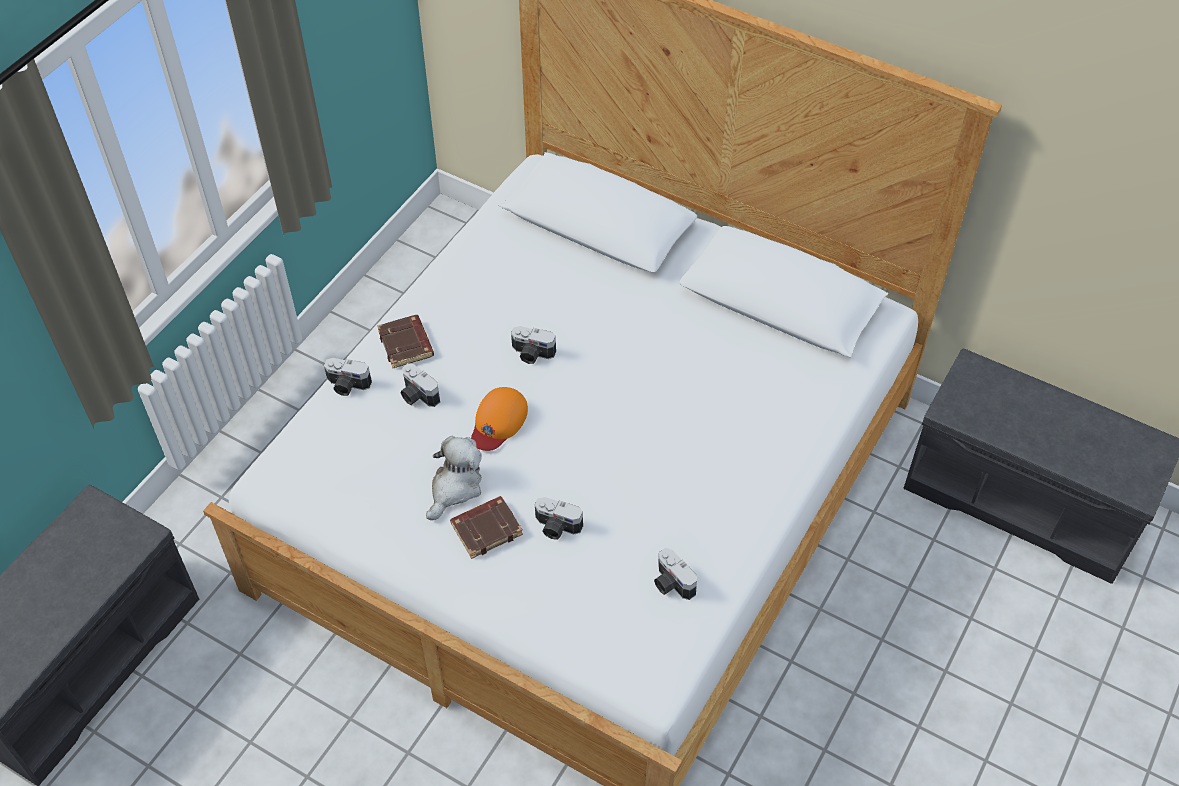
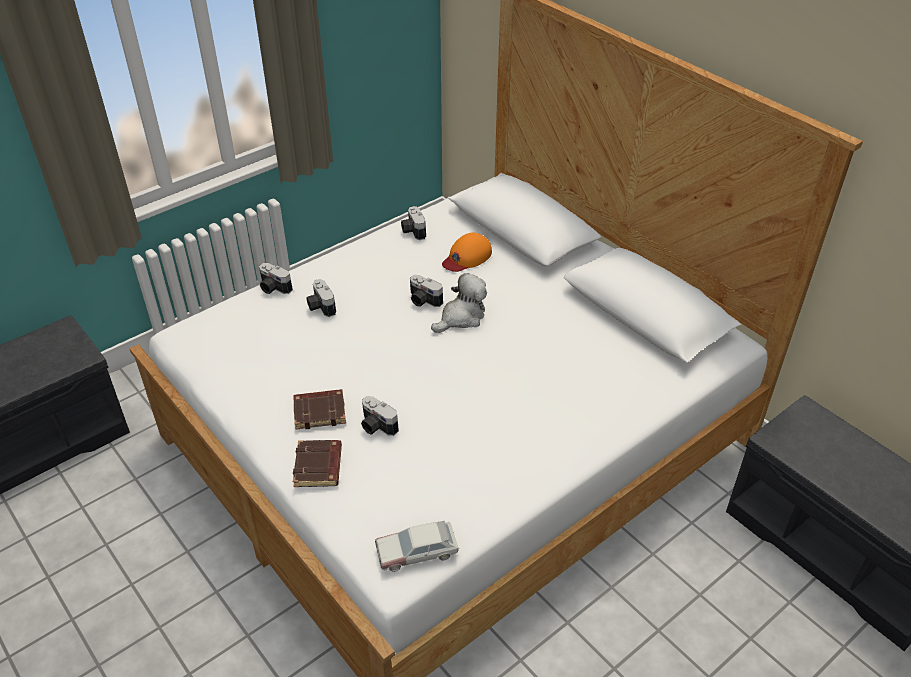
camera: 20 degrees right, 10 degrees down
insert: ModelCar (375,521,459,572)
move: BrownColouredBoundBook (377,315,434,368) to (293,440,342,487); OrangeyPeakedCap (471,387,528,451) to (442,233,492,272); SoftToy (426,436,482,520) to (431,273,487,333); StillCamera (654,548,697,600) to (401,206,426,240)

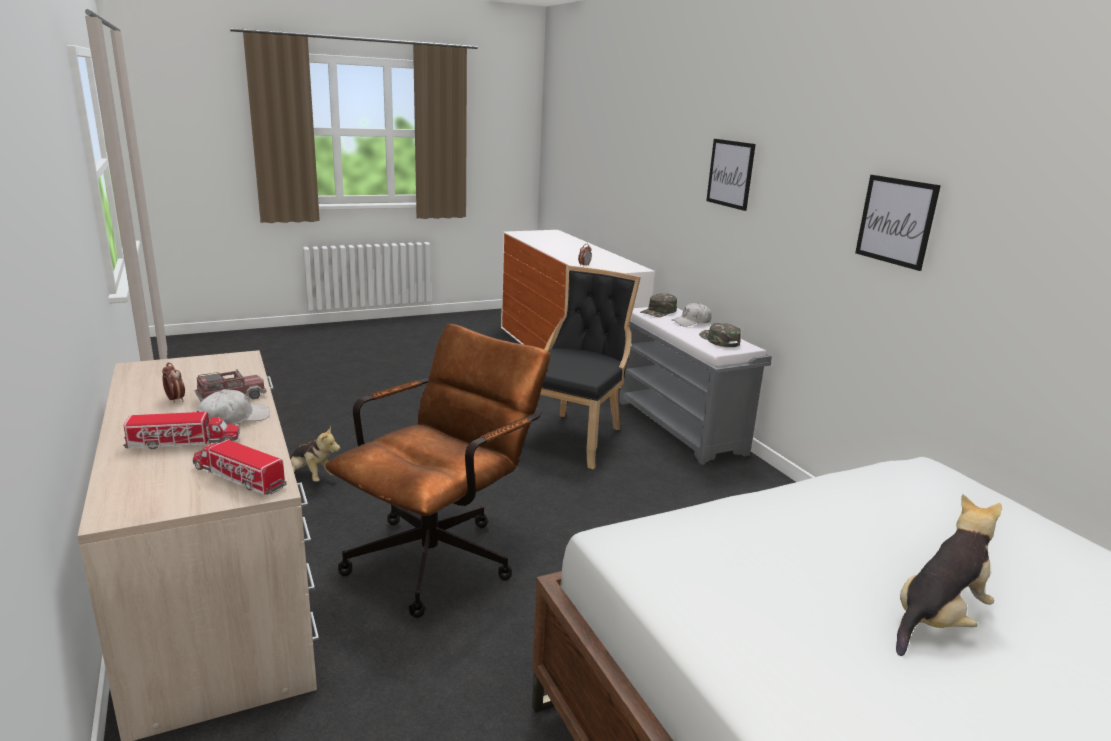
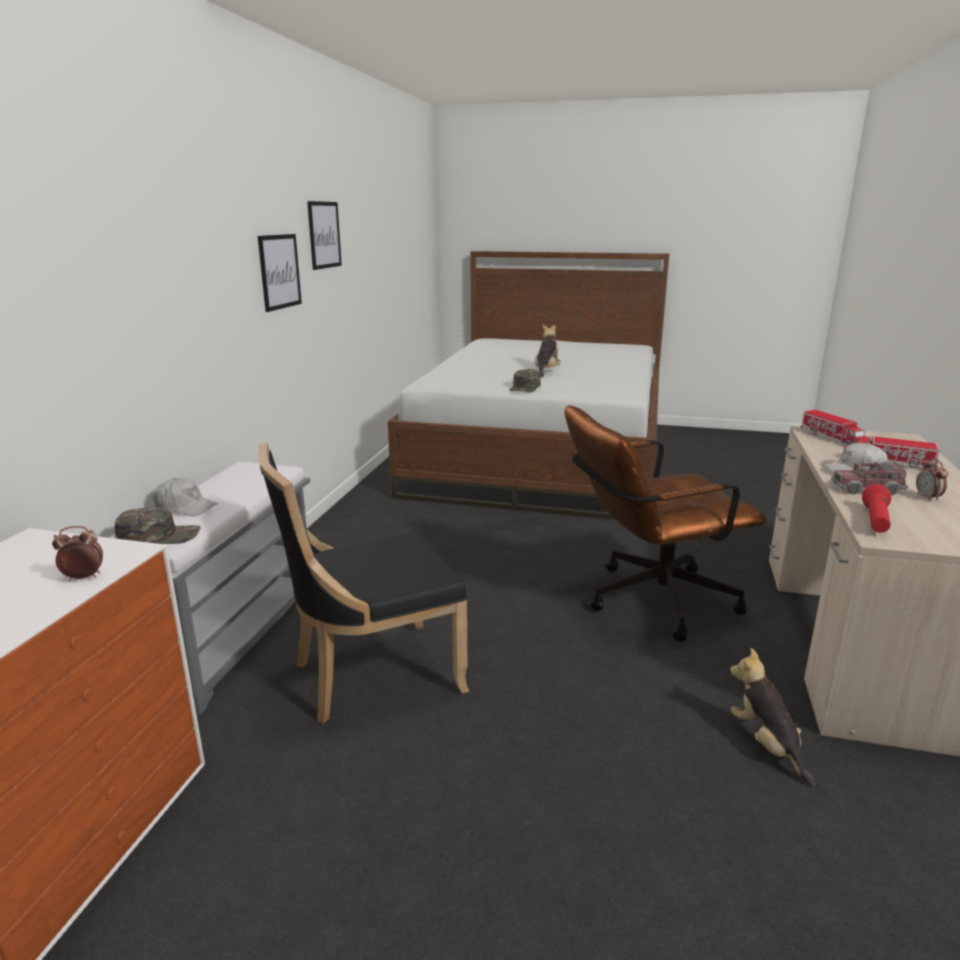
camera: 140 degrees left, 0 degrees up
insert: RedFlashlight (862,484,891,533)
move: Picture (706,139,756,211) to (307,201,342,270); GreenPeakedCap (699,323,741,347) to (509,369,541,393)
rotate: SoftToy (896,494,1002,656) = (534,325,561,377) 105 degrees clockwise

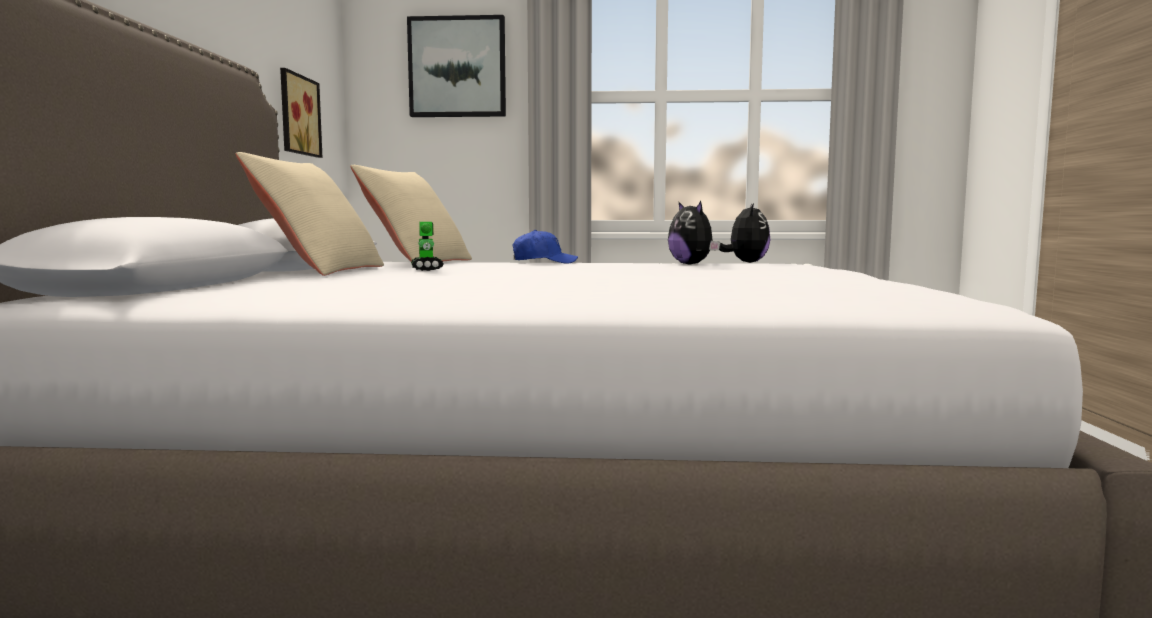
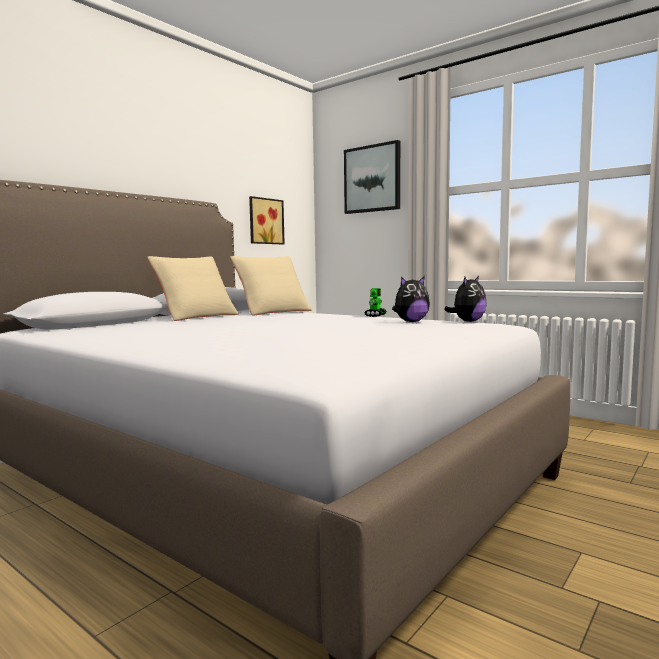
camera: 35 degrees right, 0 degrees up
delete: BlueColouredPeakedCap (512,230,578,264)
move: ModelRobot (411,222,443,271) to (365,288,387,317)
rotate: SoftToy (668,201,720,265) = (392,276,430,322) 120 degrees counterclockwise

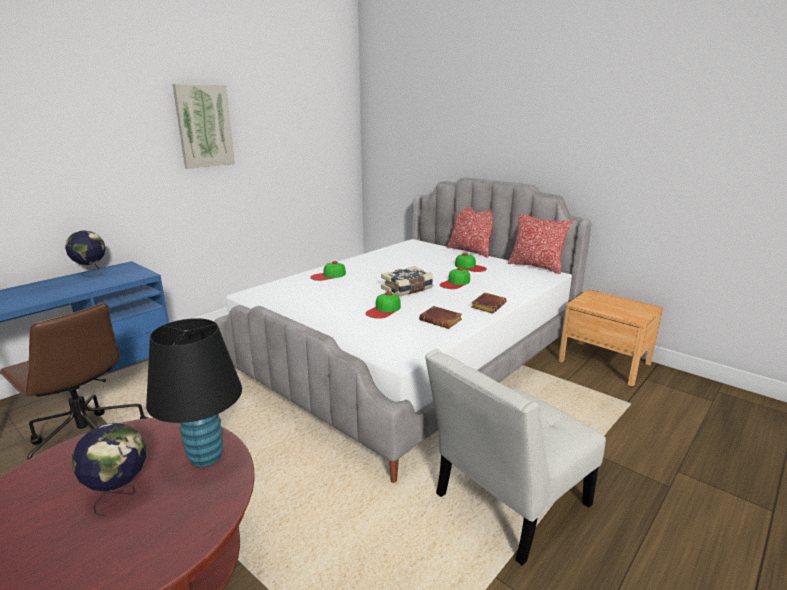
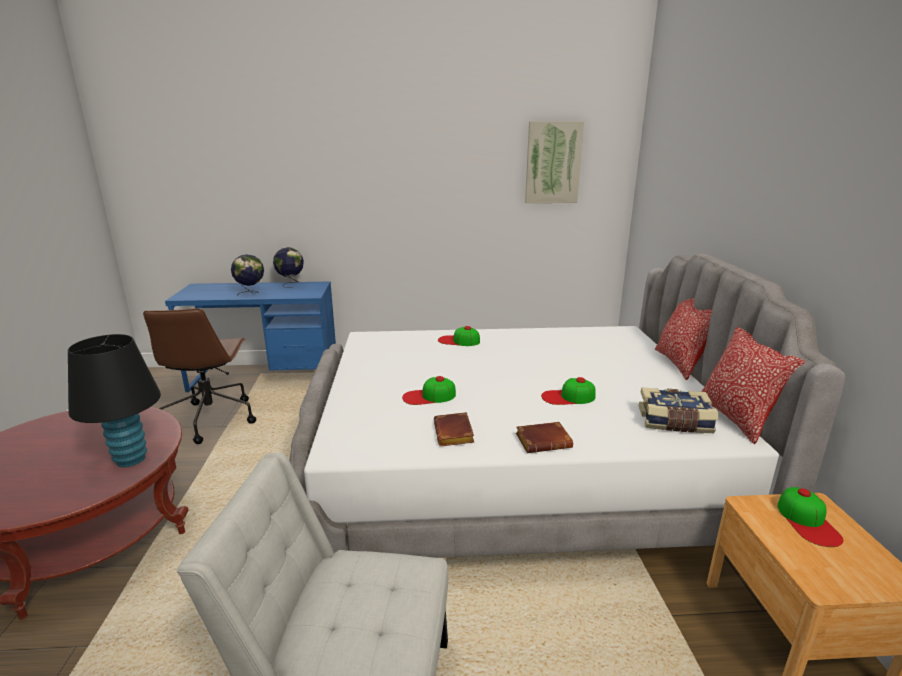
camera: 45 degrees right, 0 degrees up
move: Picture (173,84,235,169) to (525,121,584,203); PeakedCap (455,253,487,272) to (778,487,843,547); BoundBook (381,266,434,297) to (639,387,718,433); Globe (72,423,146,517) to (231,254,264,295)

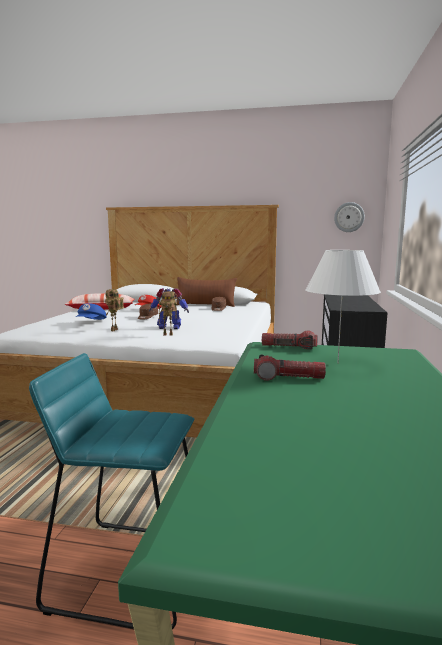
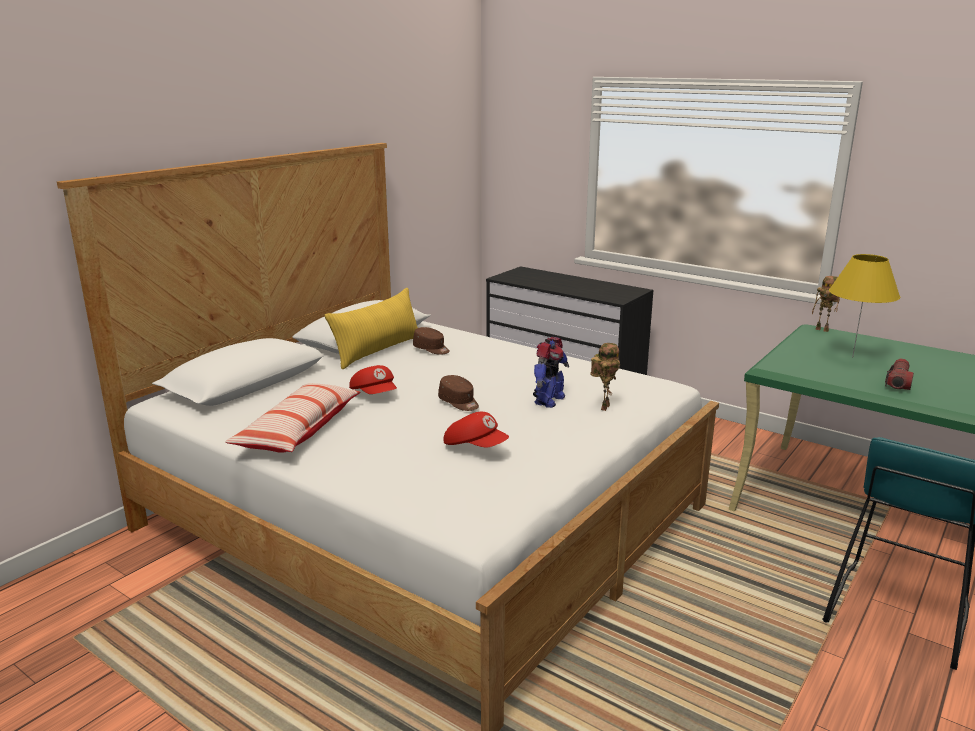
camera: 65 degrees left, 10 degrees up
delete: HangingClock (334,202,365,232); Flashlight (262,331,318,350)
move: ModelRobot (105,289,124,331) to (812,276,840,332)
recolor: WhitishLampForATable (305,250,381,364) to YellowLampForATable (829,254,900,358); BrownColouredCushion (176,277,237,307) to YellowCushion (325,288,418,369); BlueColouredPeakedCap (76,303,107,320) to RedPeakedCap (444,412,509,447)

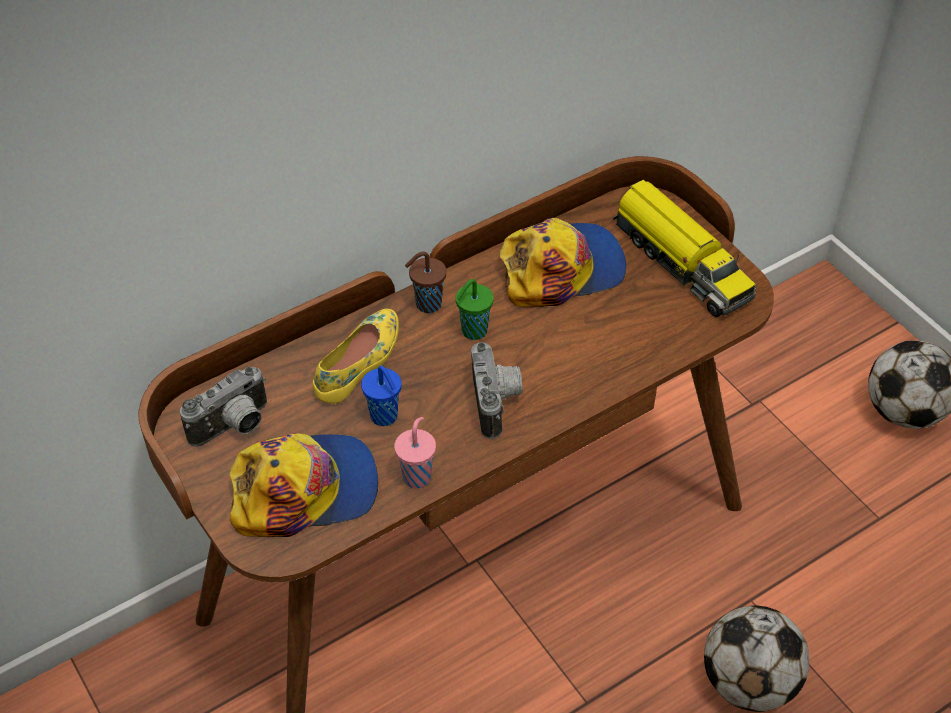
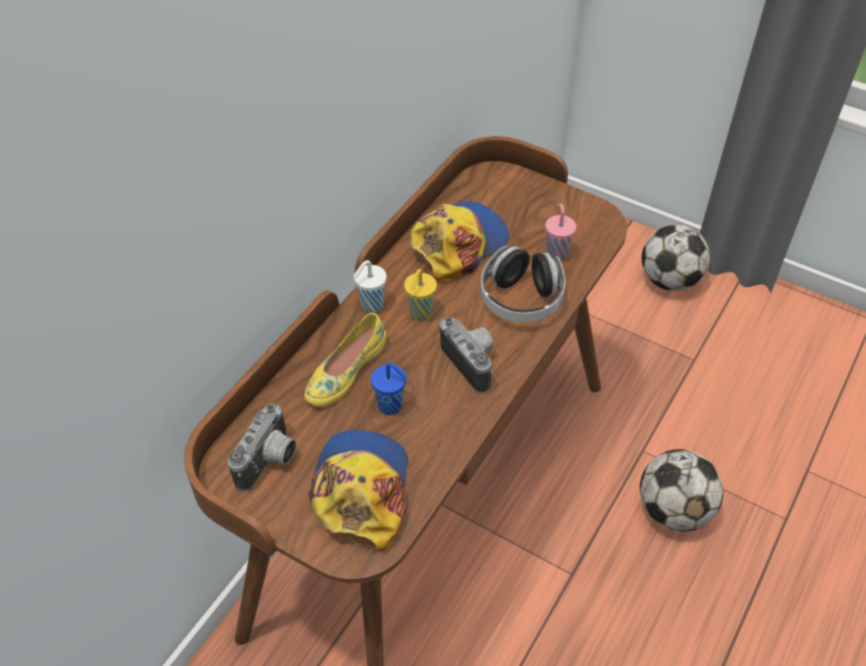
camera: 25 degrees left, 0 degrees up
delete: ToyLorry (613,180,756,317)
insert: Headset (480,246,566,322)
move: PinkColouredCup (394,417,436,489) to (545,204,576,261)
recolor: BrownColouredCup (405,251,446,313) to WhitishCup (354,260,387,313); GreenCup (456,279,494,340) to YellowCup (404,269,437,321)
rotate: YellowItemOfFootwear (313,309,399,404) = (304,313,386,407) 150 degrees counterclockwise; PeakedCap (229,433,378,537) = (309,430,408,552) 45 degrees counterclockwise

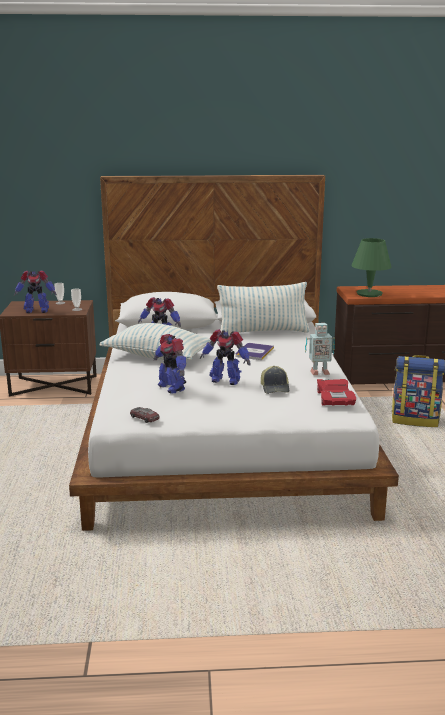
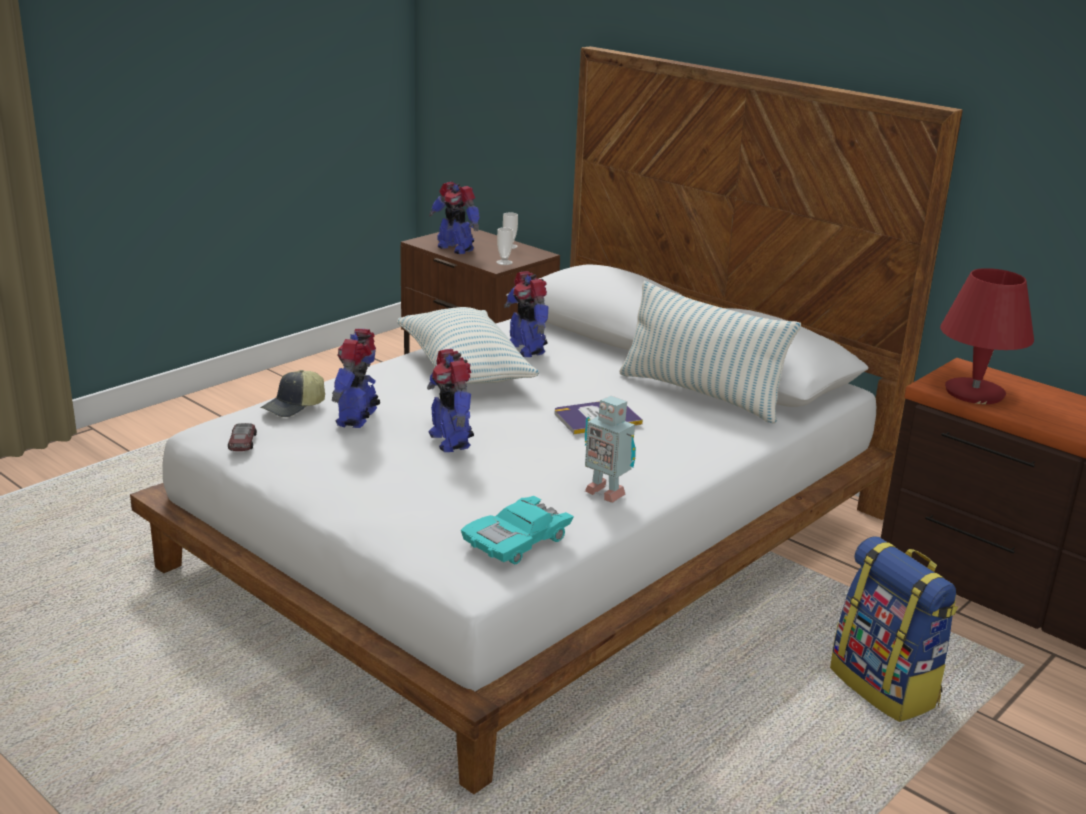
camera: 45 degrees right, 5 degrees up
move: PeakedCap (261,366,289,394) to (260,370,325,417)
recolor: GreenLampForATable (352,238,392,297) to RedLampForATable (940,268,1034,404); RedModelCar (317,379,356,406) to TurquoiseColouredModelCar (461,496,574,564)

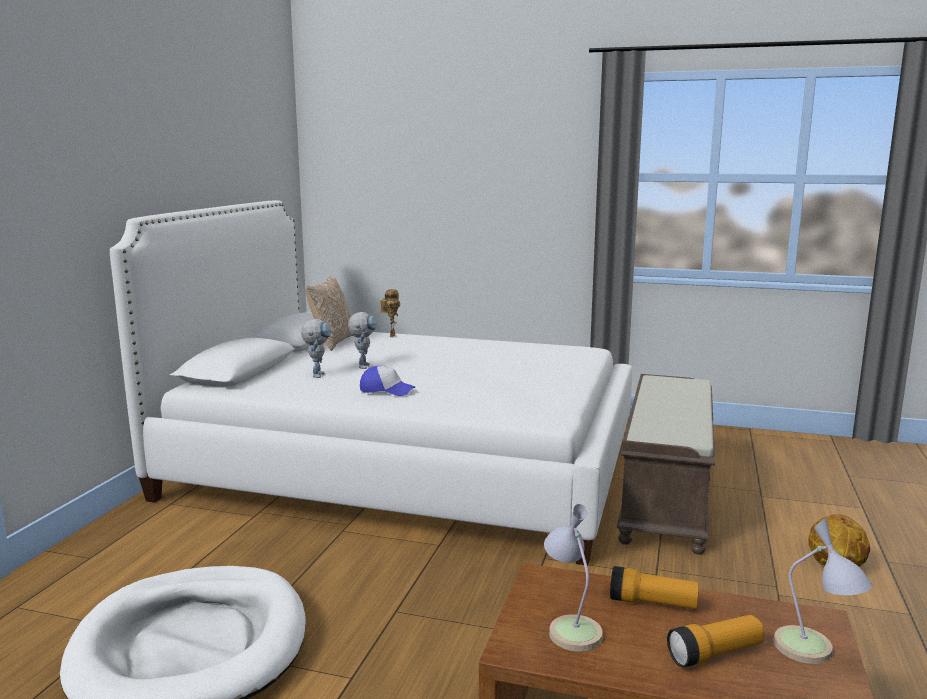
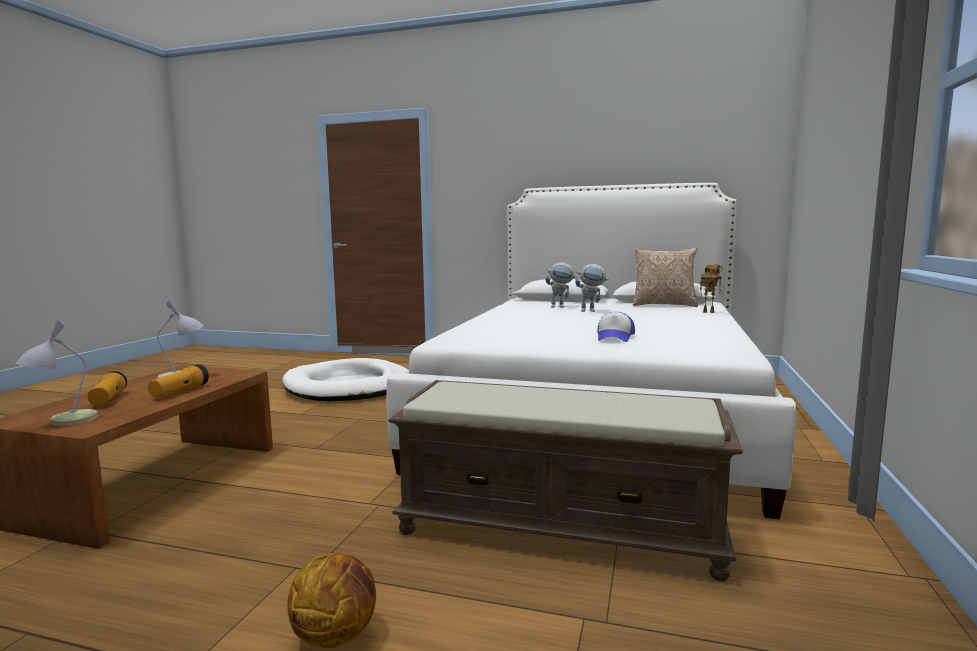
camera: 90 degrees right, 5 degrees down
move: PeakedCap (360,366,415,396) to (597,312,635,342)

